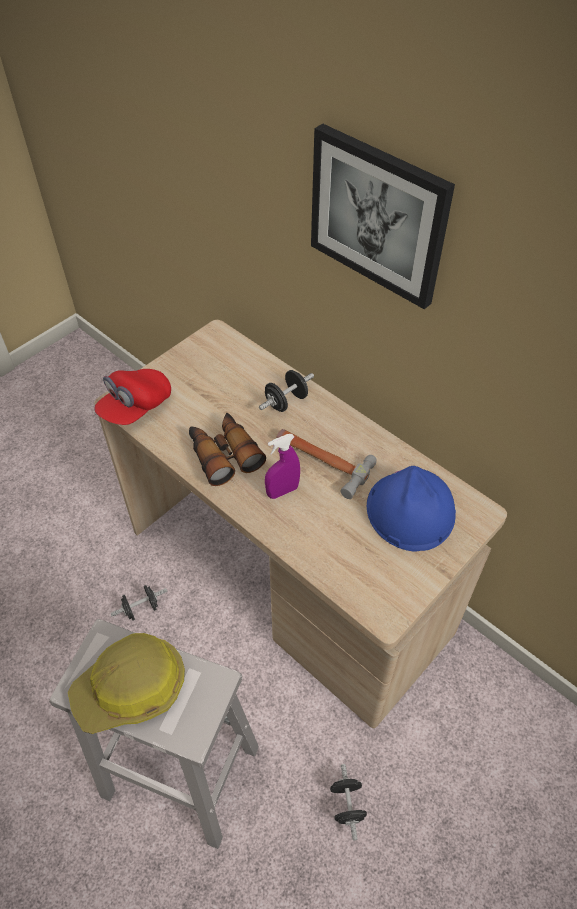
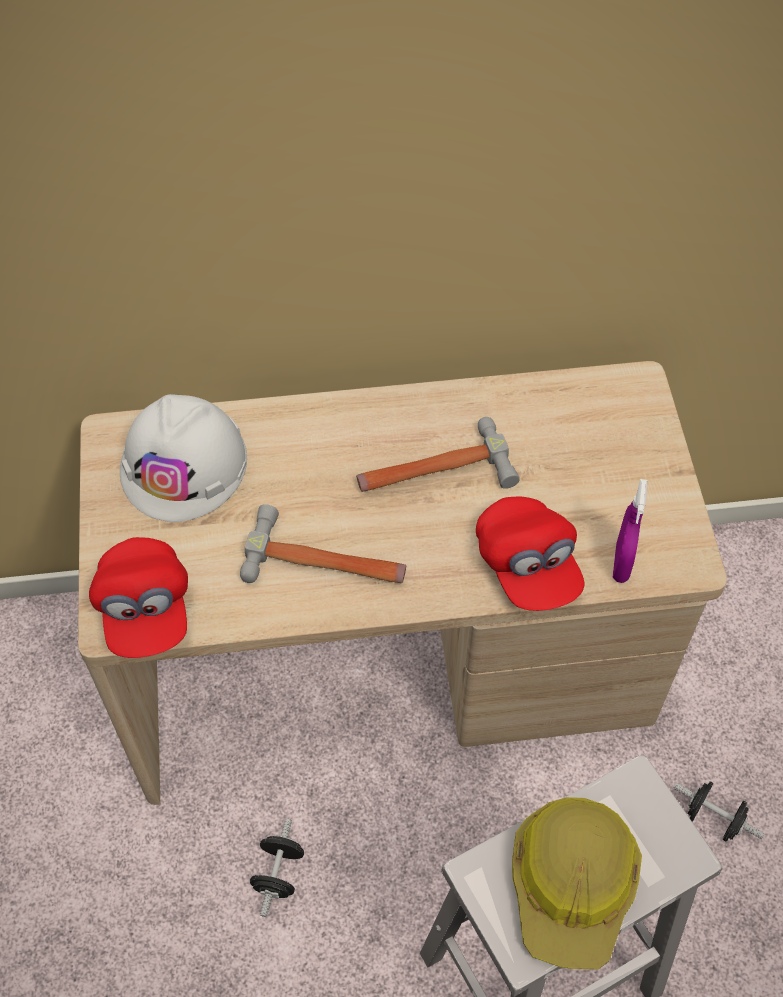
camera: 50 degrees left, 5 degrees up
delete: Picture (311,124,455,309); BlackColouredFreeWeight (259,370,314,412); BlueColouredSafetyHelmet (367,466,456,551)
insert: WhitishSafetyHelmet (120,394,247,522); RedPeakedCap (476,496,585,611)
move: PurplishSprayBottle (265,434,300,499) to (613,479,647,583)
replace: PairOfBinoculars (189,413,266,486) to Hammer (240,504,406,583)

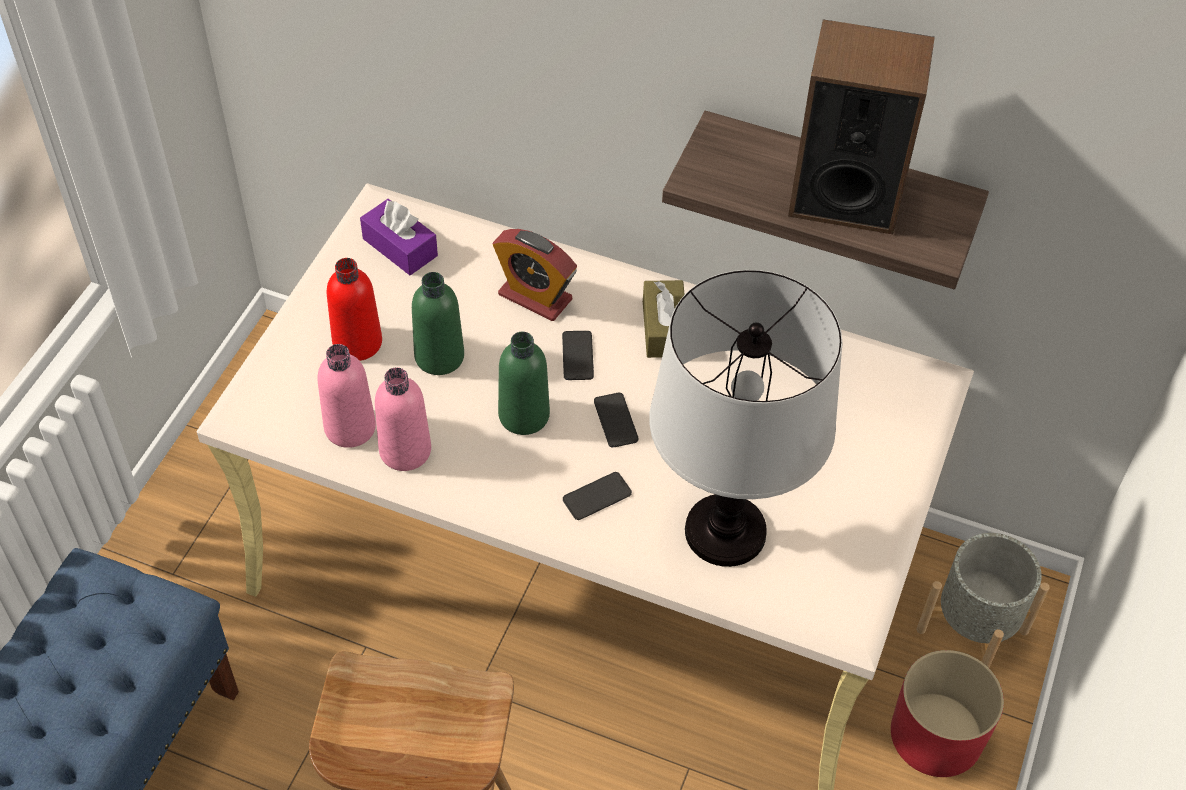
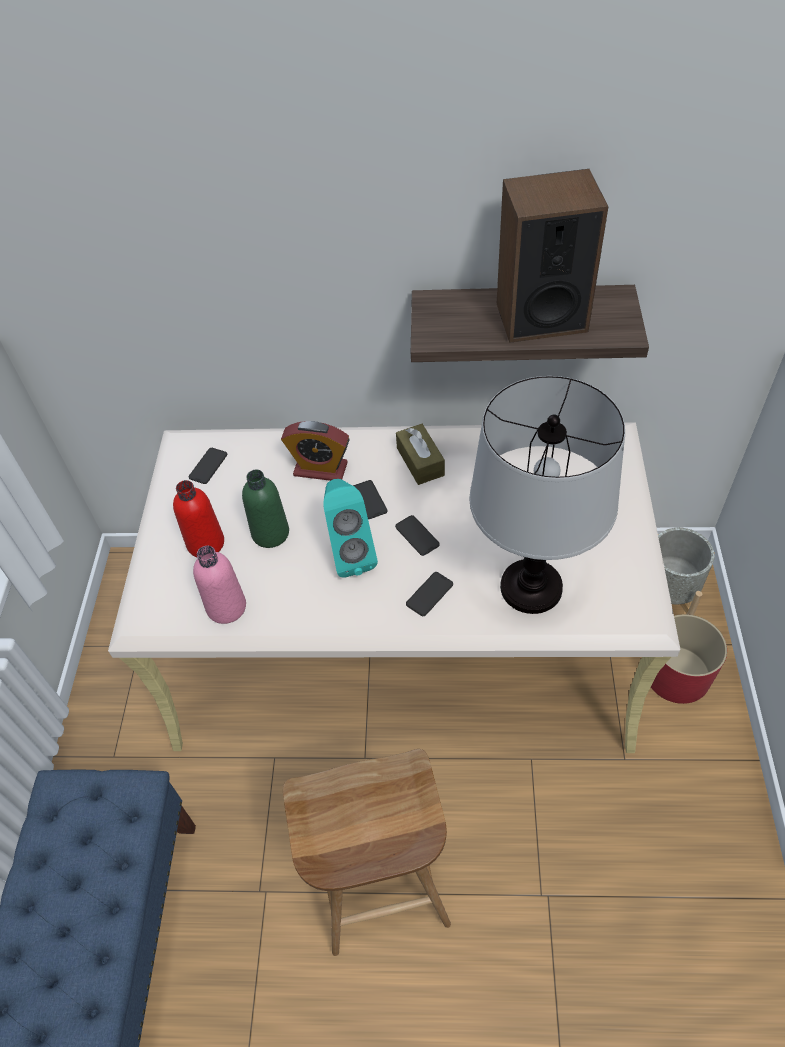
camera: 15 degrees left, 0 degrees up
delete: PinkColouredBottle (375,367,431,471)
replace: PurplishTissueHolder (360,199,438,275) to Handset (189,448,227,484); GreenBottle (498,332,550,435) to TurquoiseColouredAudioSpeaker (323,479,378,578)

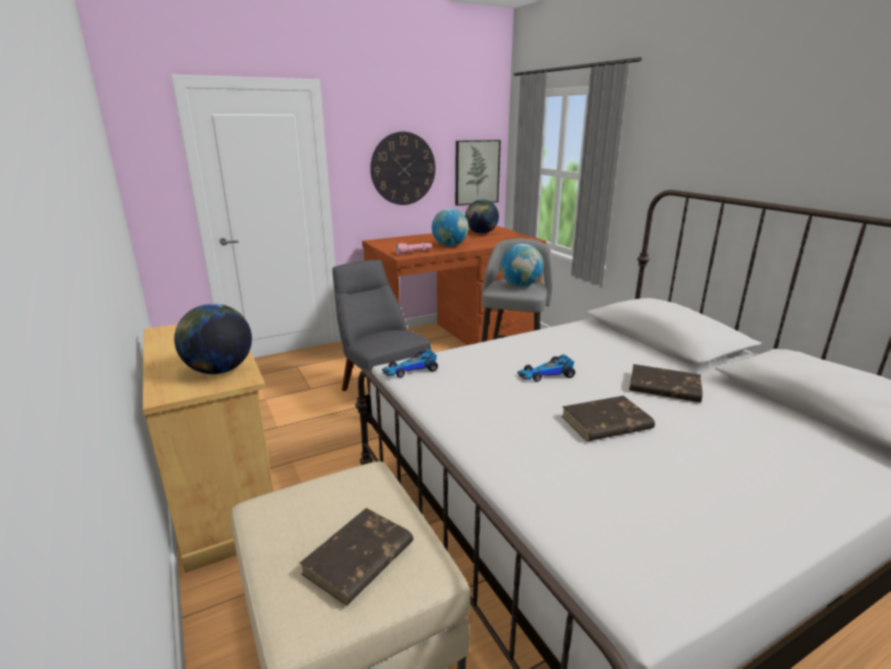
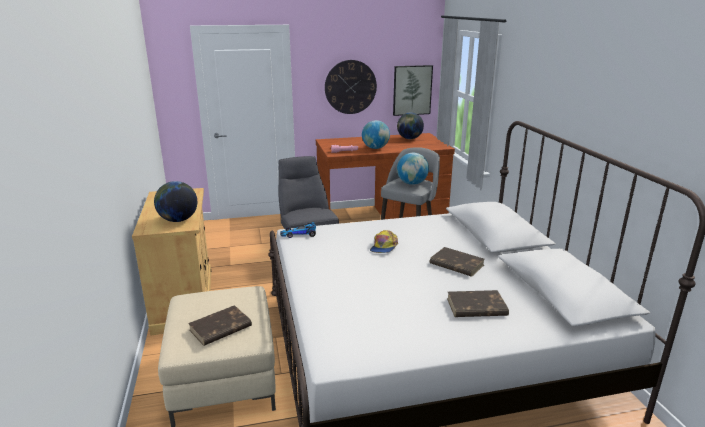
camera: 15 degrees right, 0 degrees up
move: BrownColouredBoundBook (561,396,655,441) to (447,290,509,317)
replace: ModelCar (517,354,575,382) to PeakedCap (370,230,398,253)

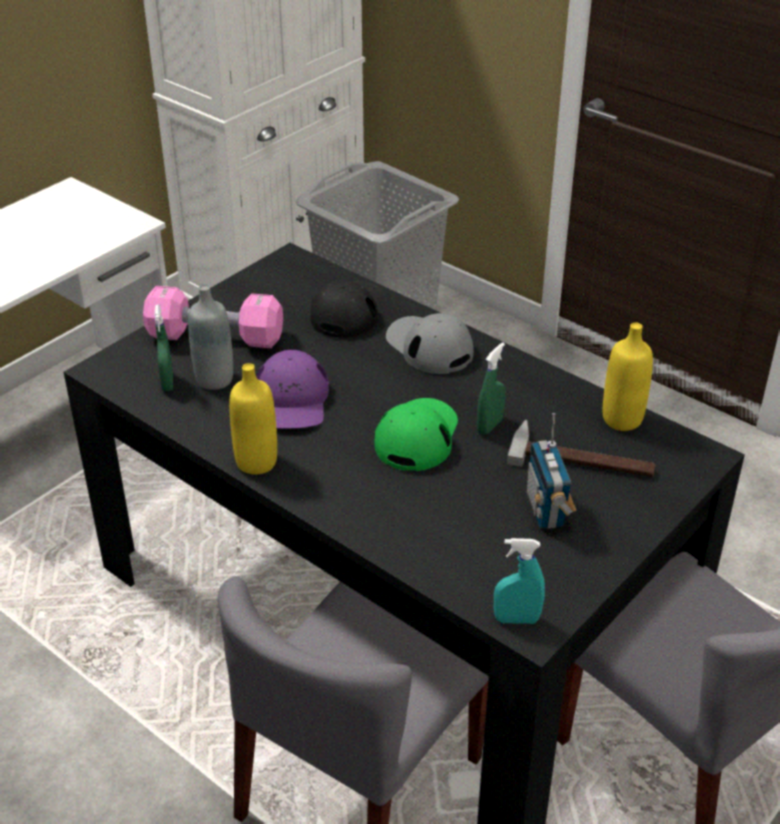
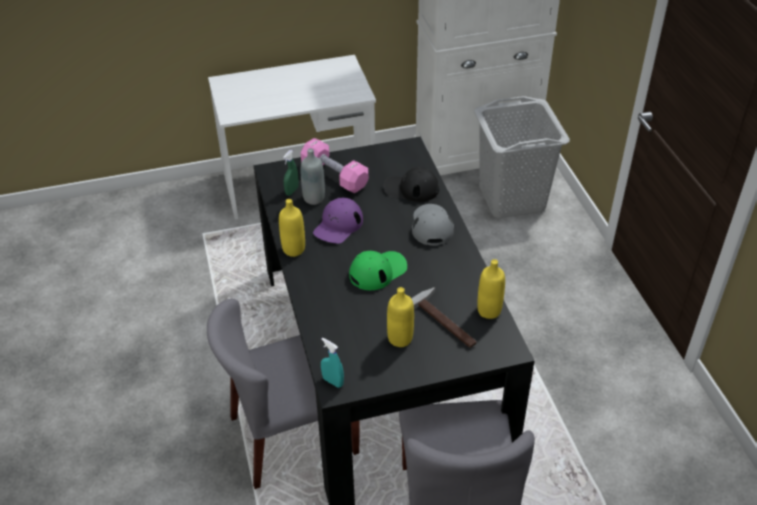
camera: 35 degrees right, 5 degrees up
delete: GreenSprayBottle (477,342,506,435)
replace: RadioSet (527,413,576,529) to YellowBottle (387,287,414,347)
rotate: BlackColouredPeakedCap (310,280,386,338) = (383,167,439,202) 135 degrees counterclockwise

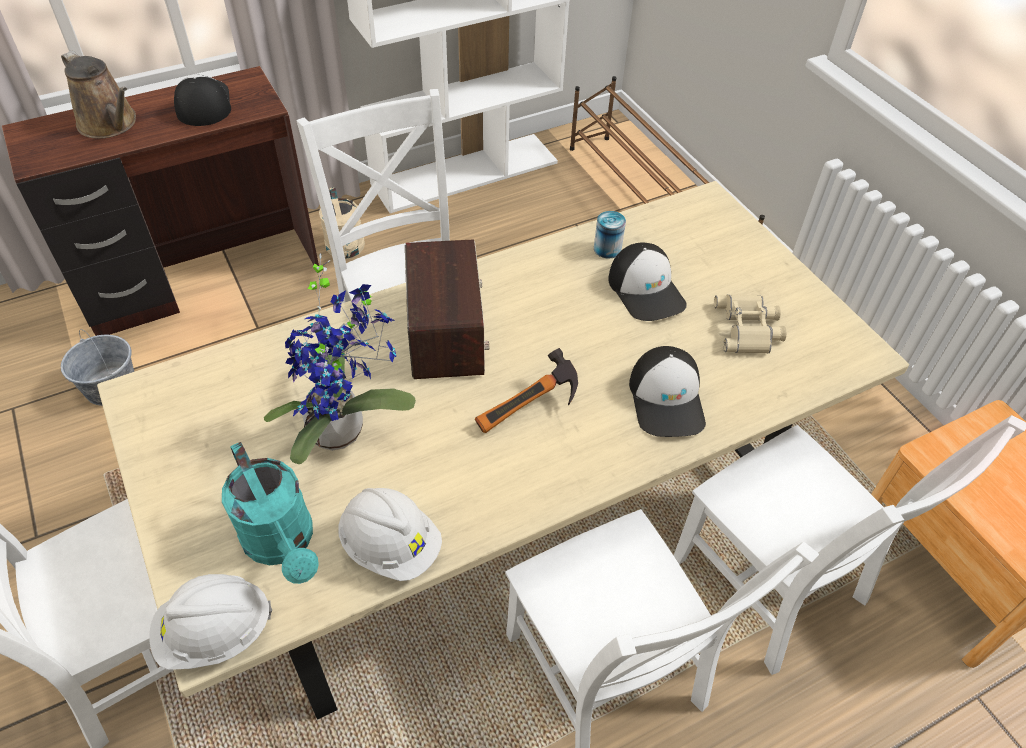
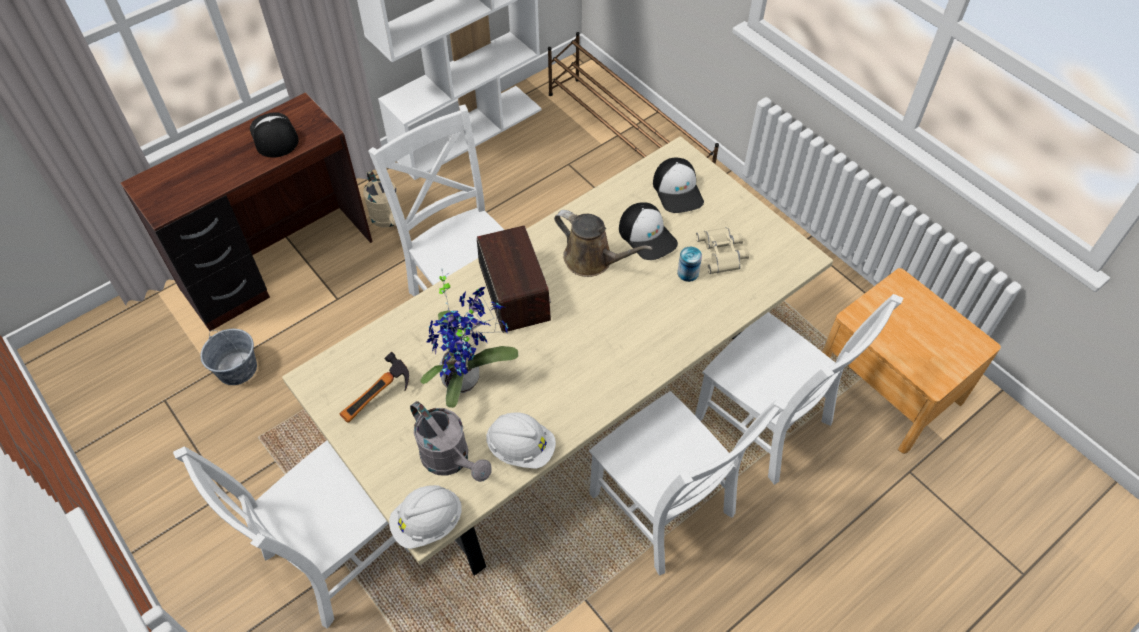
camera: 10 degrees left, 5 degrees up
move: BrownColouredSprinklingCan (61,51,136,139) to (554,210,653,277); SealedCan (594,211,626,259) to (677,247,702,282); PeakedCap (629,346,706,437) to (653,158,704,213); Hammer (475,348,578,433) to (339,352,409,422)
recolor: TurquoiseColouredSprinklingCan (222,442,319,584) to GraySprinklingCan (410,401,492,482)

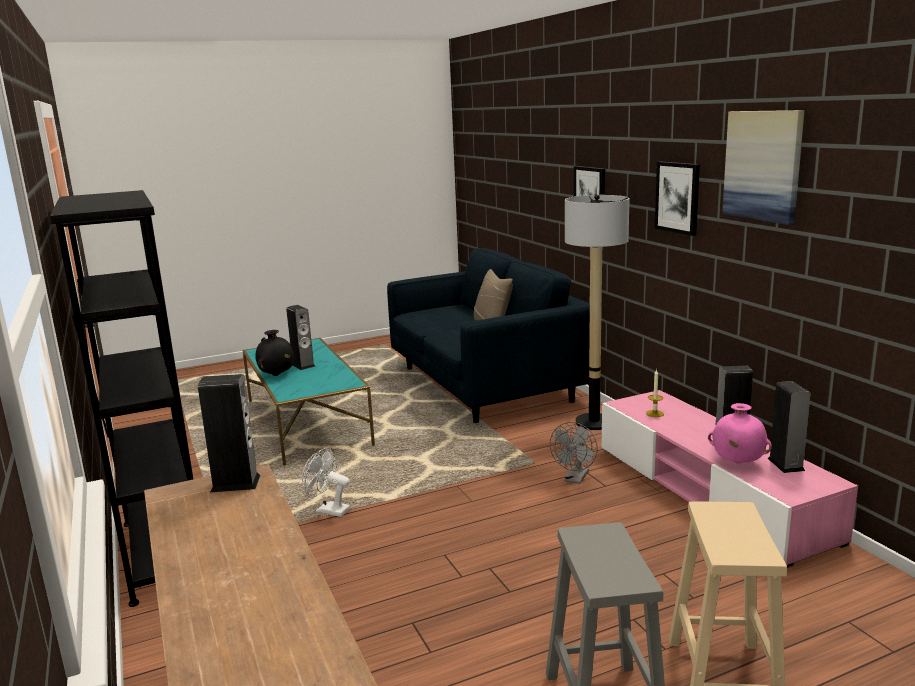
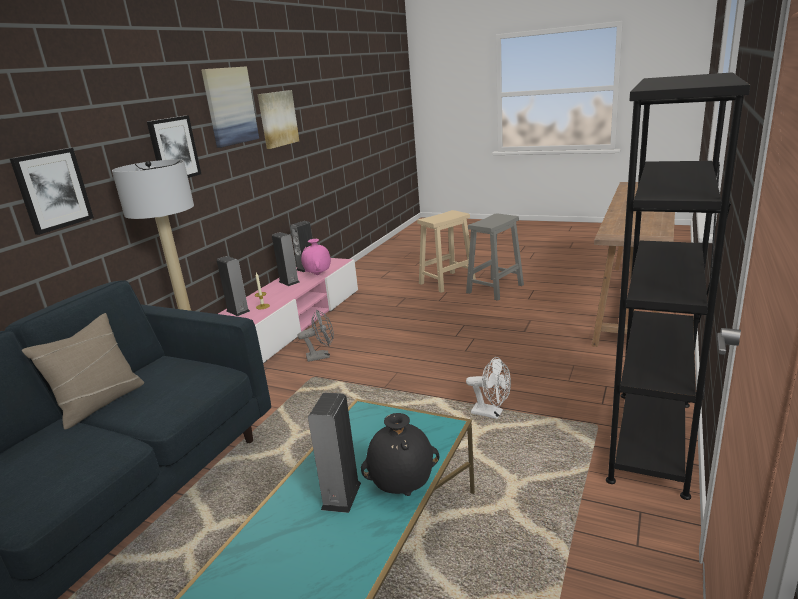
camera: 130 degrees left, 5 degrees up
insert: Picture (258,90,299,149)
move: AudioSpeaker (198,374,261,492) to (217,256,250,316)
rotate: WhitishFan (302,448,350,517) = (466,357,511,419) 45 degrees counterclockwise

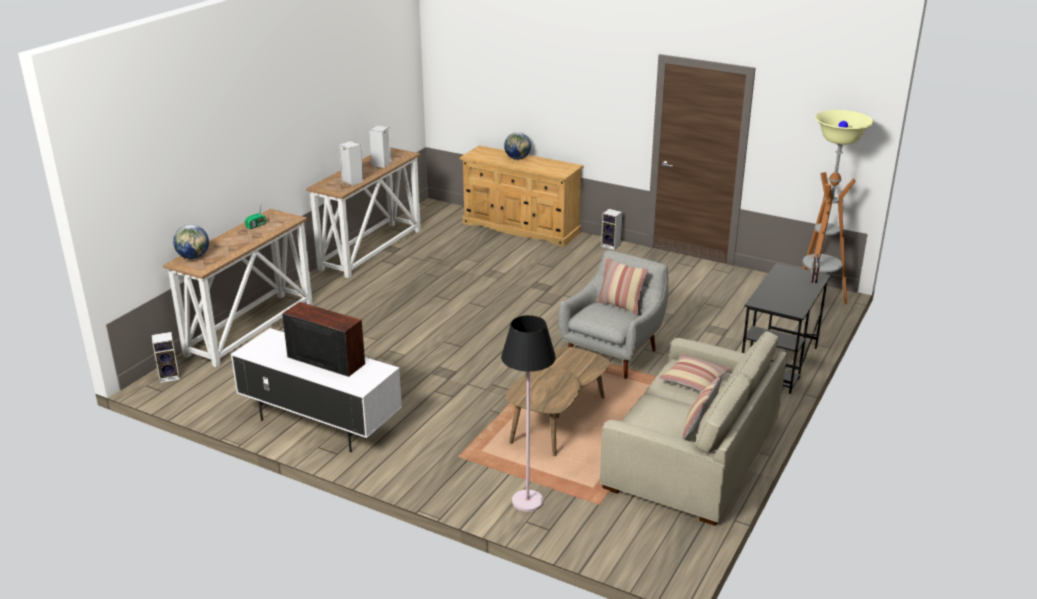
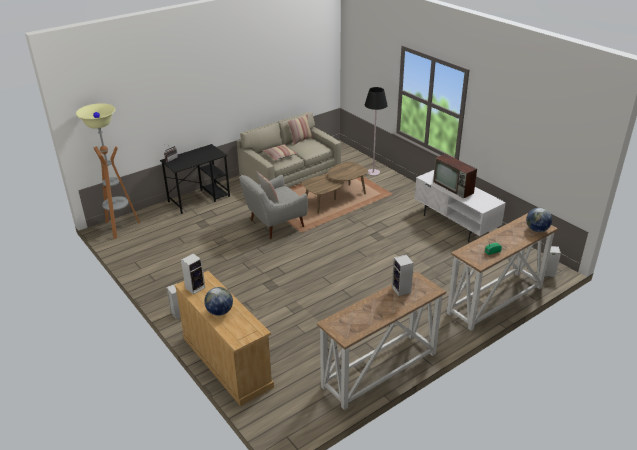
camera: 155 degrees left, 5 degrees up
move: AudioSpeaker (369,125,392,168) to (181,253,205,294)

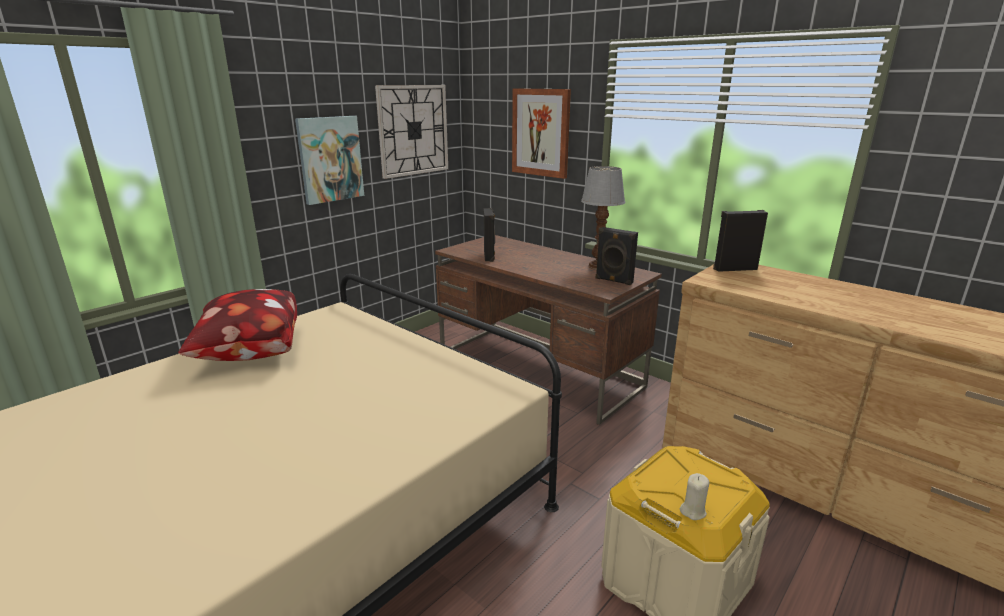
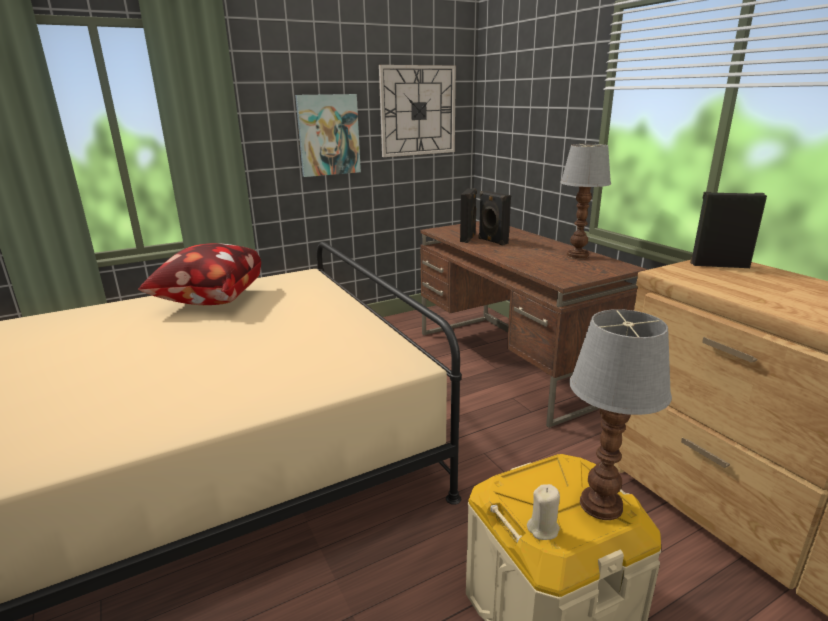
camera: 20 degrees right, 0 degrees up
delete: Picture (512,88,571,179)
insert: LampForATable (569,309,672,520)
move: BlackColouredAudioSpeaker (596,227,638,285) to (478,191,511,245)

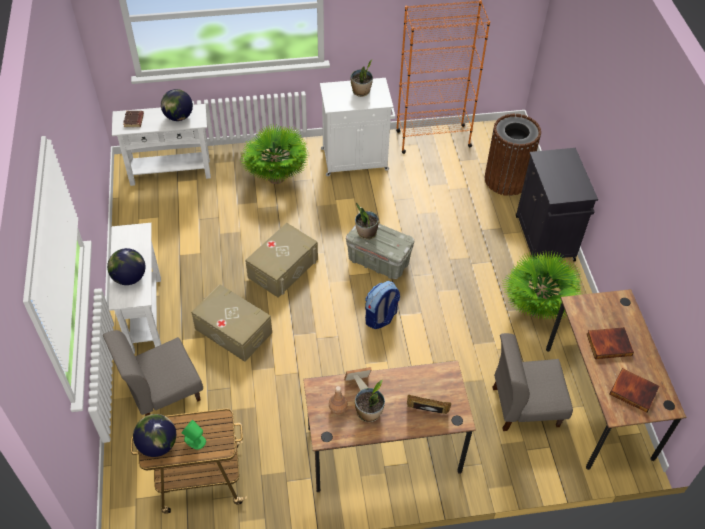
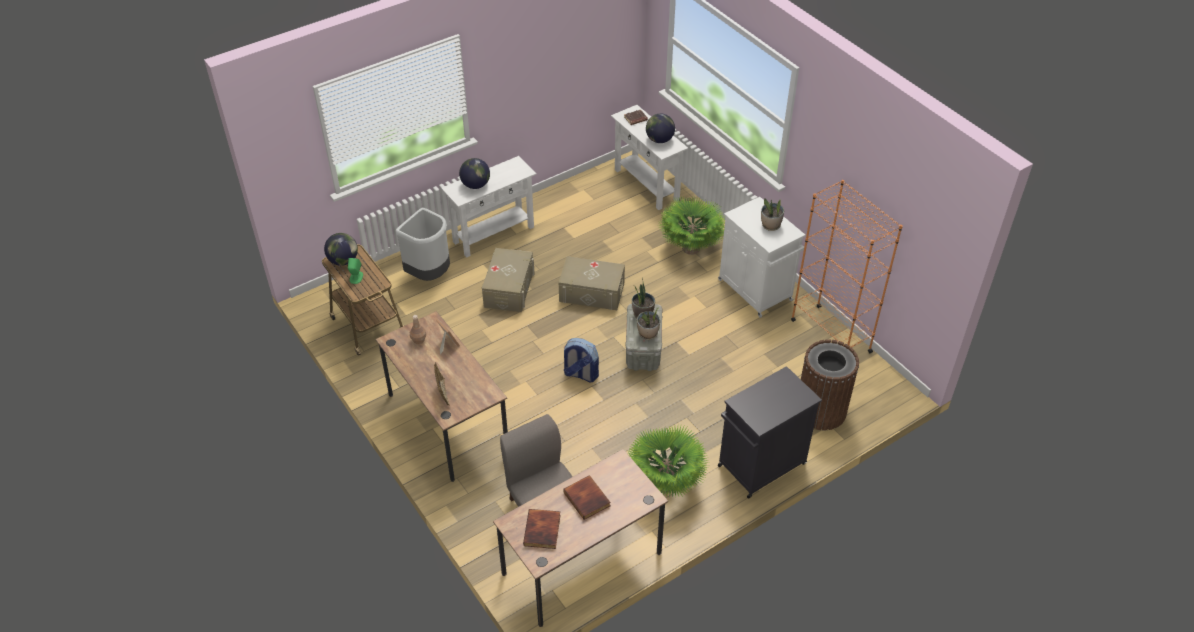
camera: 65 degrees right, 5 degrees down
move: Houseplant (355,380,385,423) to (637,308,660,340)
replace: GrayUprightChair (103,330,203,416) to GrayTrashCan (396,208,450,281)

